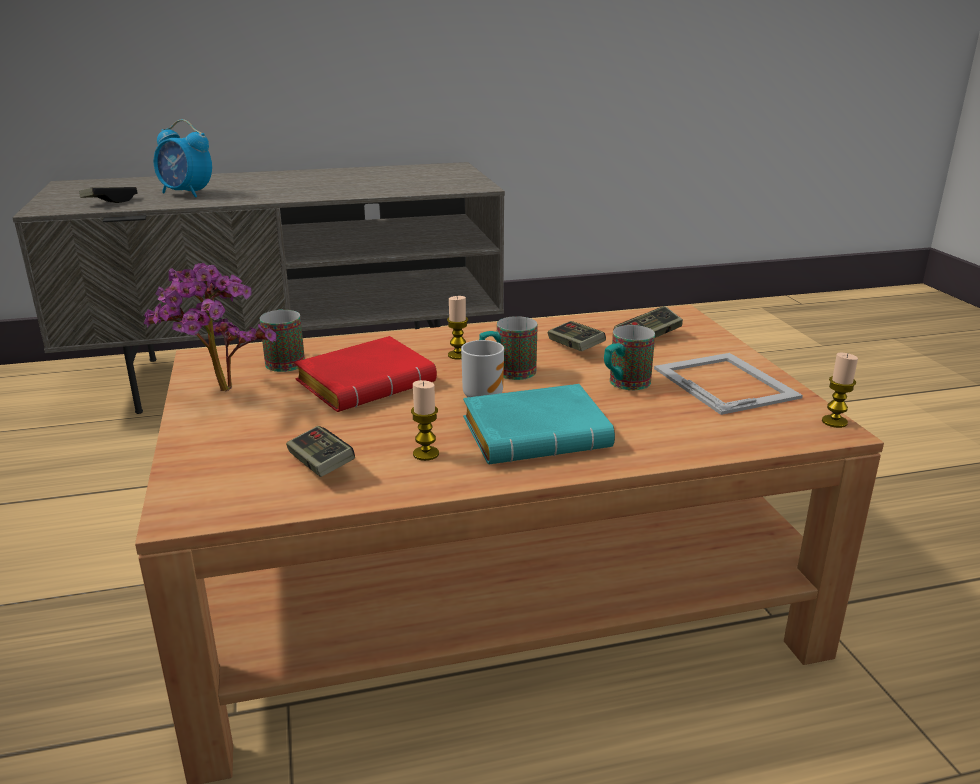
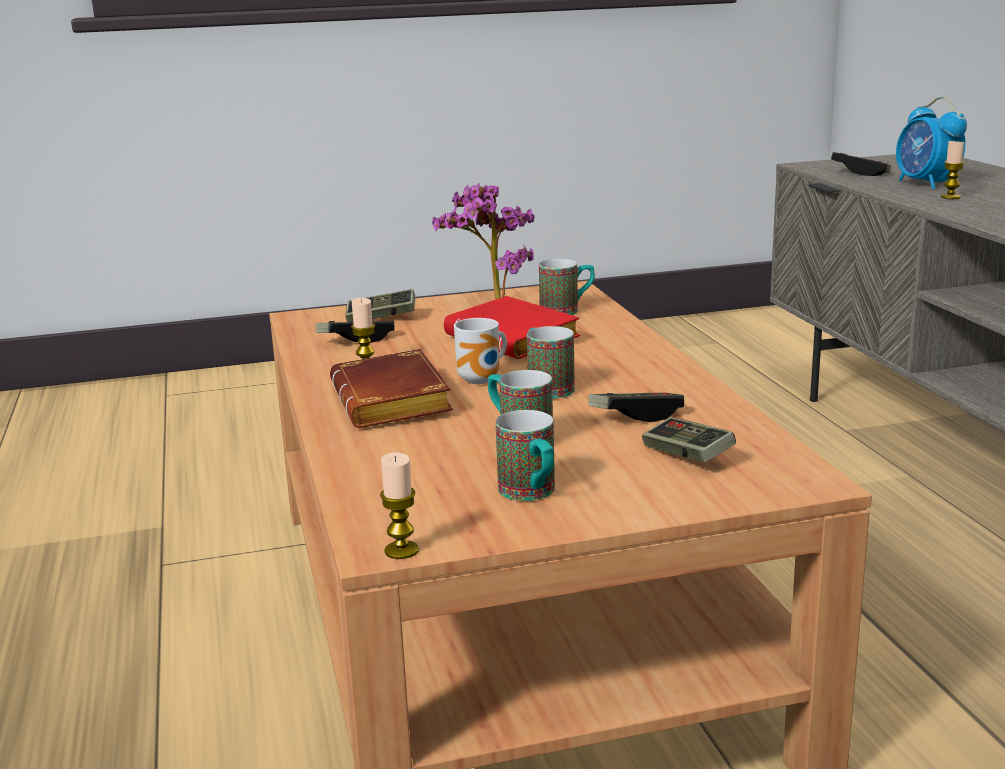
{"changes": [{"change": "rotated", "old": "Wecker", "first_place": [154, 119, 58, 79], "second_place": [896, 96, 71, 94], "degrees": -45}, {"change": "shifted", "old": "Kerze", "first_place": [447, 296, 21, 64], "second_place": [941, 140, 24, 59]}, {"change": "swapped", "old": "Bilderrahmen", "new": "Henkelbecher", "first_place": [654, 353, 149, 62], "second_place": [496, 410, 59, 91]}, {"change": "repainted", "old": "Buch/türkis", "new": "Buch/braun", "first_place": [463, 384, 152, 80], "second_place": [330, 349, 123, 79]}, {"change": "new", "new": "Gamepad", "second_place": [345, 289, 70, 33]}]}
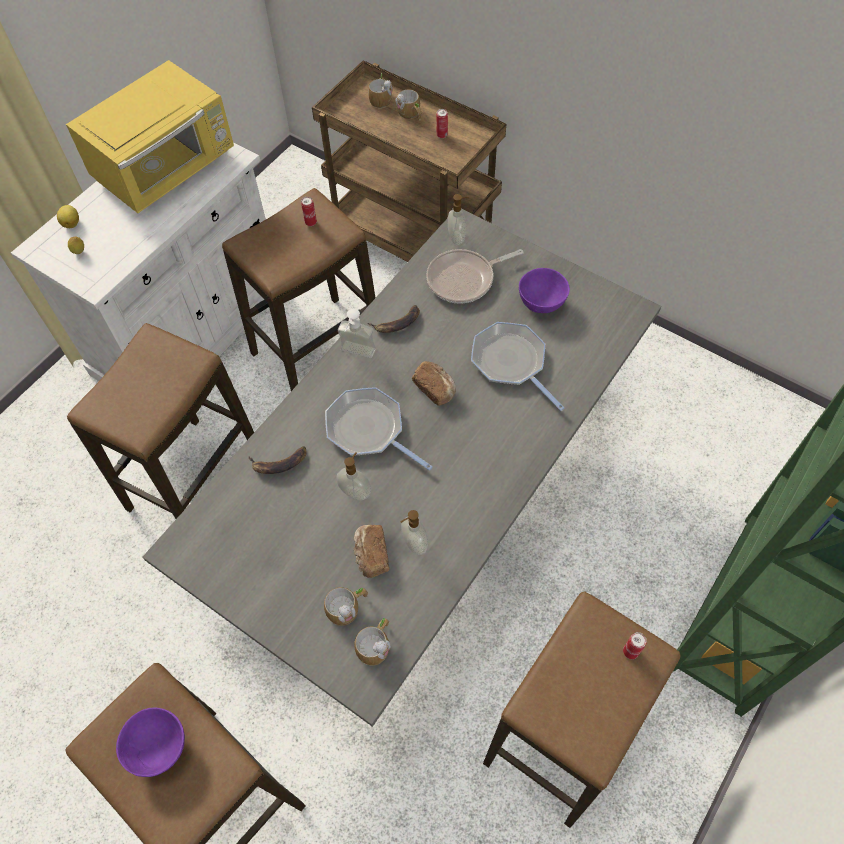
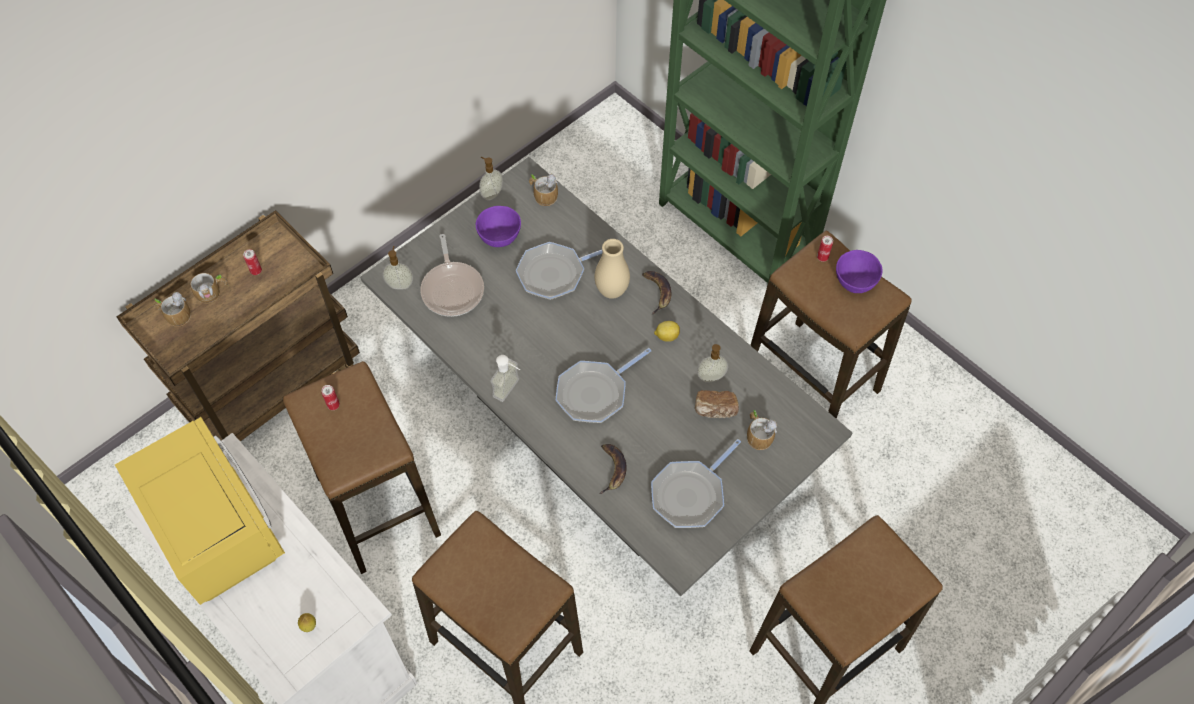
{"changes": [{"change": "shifted", "old": "Zitrone", "first_place": [57, 205, 22, 23], "second_place": [654, 321, 26, 21]}, {"change": "shifted", "old": "Banane", "first_place": [368, 305, 52, 28], "second_place": [642, 271, 30, 44]}, {"change": "gone", "old": "Brot", "first_place": [412, 361, 44, 45]}, {"change": "shifted", "old": "Seifenspender", "first_place": [337, 452, 34, 49], "second_place": [479, 157, 24, 44]}, {"change": "shifted", "old": "Henkelbecher", "first_place": [354, 618, 37, 48], "second_place": [529, 174, 29, 32]}, {"change": "shifted", "old": "Schüssel/lila", "first_place": [116, 707, 69, 70], "second_place": [836, 250, 47, 43]}, {"change": "new", "new": "Vase/beige", "second_place": [595, 239, 35, 60]}, {"change": "new", "new": "Pfanne", "second_place": [651, 439, 90, 89]}]}
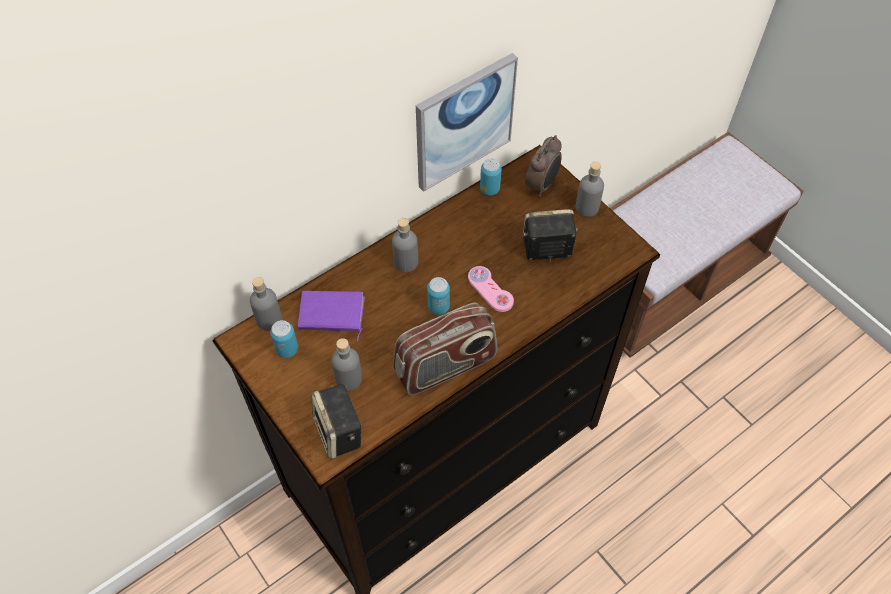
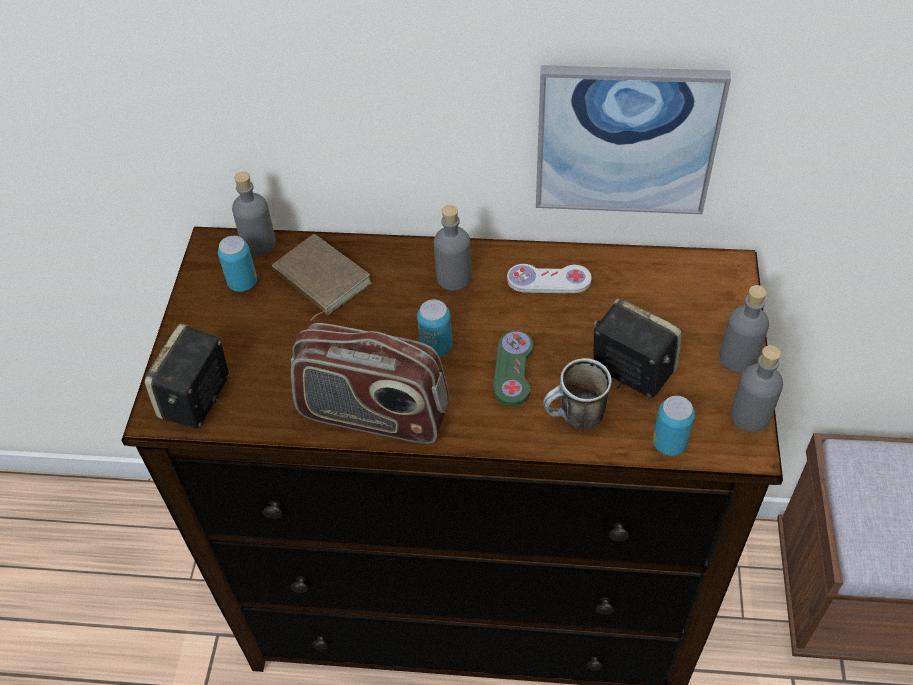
{"changes": [{"change": "gone", "old": "Wecker", "first_place": [525, 135, 37, 62]}, {"change": "shifted", "old": "Dose", "first_place": [480, 158, 22, 37], "second_place": [653, 396, 42, 60]}, {"change": "repainted", "old": "Gamepad/rosa", "new": "Gamepad/grün", "first_place": [468, 266, 46, 46], "second_place": [494, 331, 40, 75]}, {"change": "repainted", "old": "Buch/lila", "new": "Buch/braun", "first_place": [298, 291, 67, 50], "second_place": [272, 234, 100, 87]}, {"change": "shifted", "old": "Flasche/grau", "first_place": [331, 338, 31, 53], "second_place": [731, 345, 52, 87]}, {"change": "new", "new": "Gamepad/weiß", "second_place": [507, 264, 85, 29]}, {"change": "new", "new": "Henkelbecher", "second_place": [543, 358, 69, 71]}]}
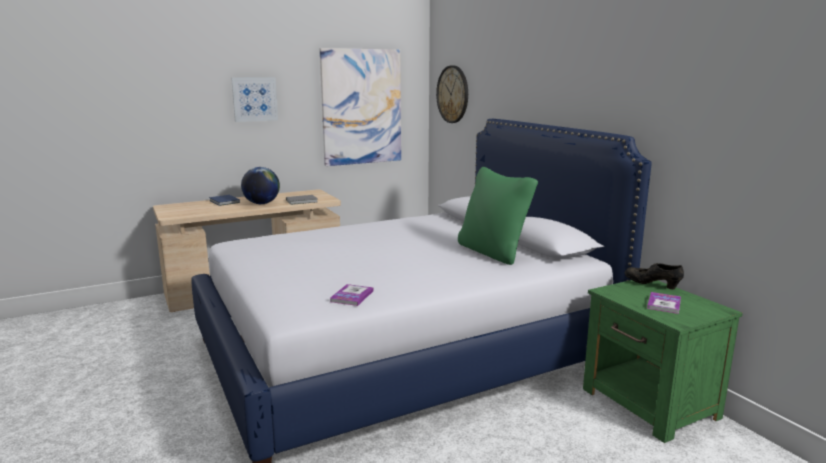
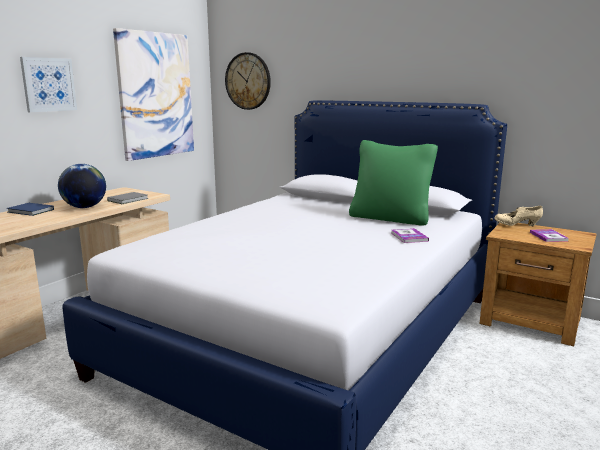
{"changes": [{"change": "repainted", "old": "Schuh/schwarz", "new": "Schuh/beige", "first_place": [625, 263, 59, 27], "second_place": [494, 206, 49, 20]}, {"change": "repainted", "old": "Nachttisch/grün", "new": "Nachttisch/braun", "first_place": [583, 280, 160, 163], "second_place": [479, 223, 118, 123]}, {"change": "shifted", "old": "Buch", "first_place": [330, 284, 43, 22], "second_place": [391, 228, 38, 15]}]}
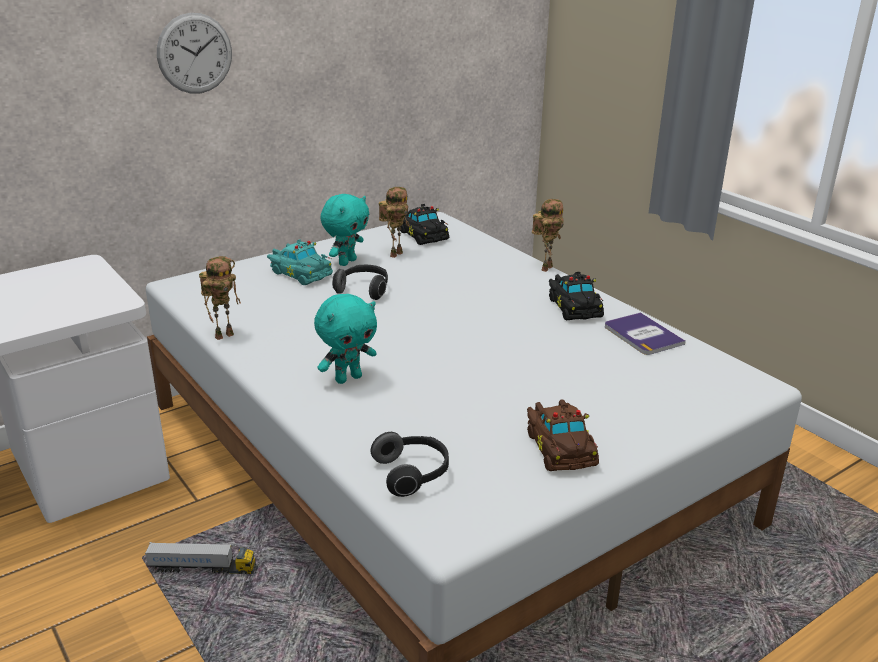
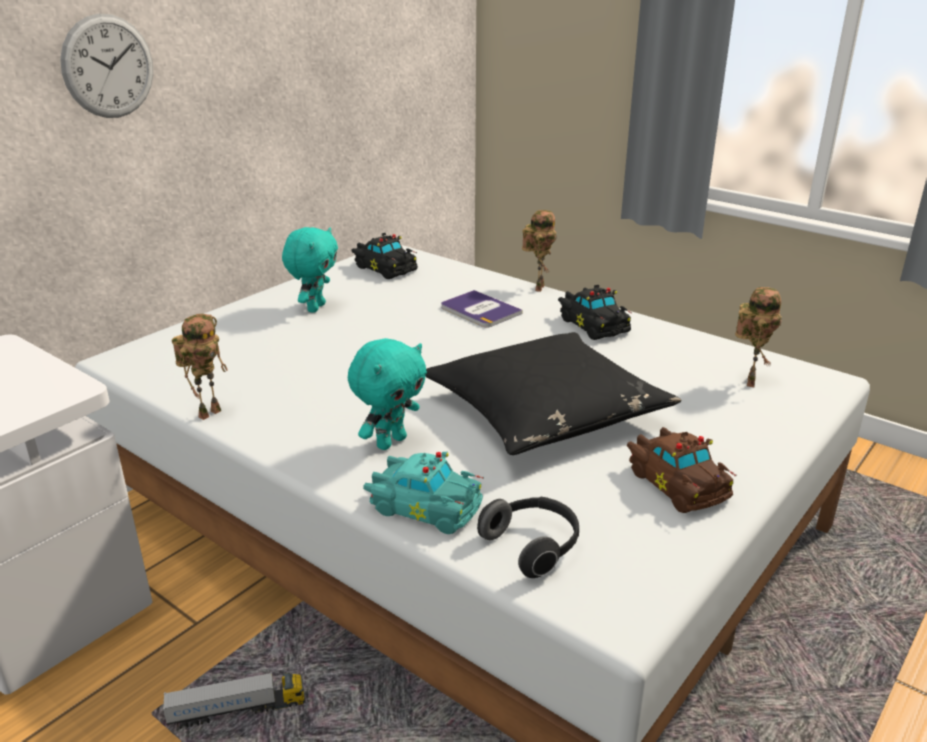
{"changes": [{"change": "shifted", "old": "Spielzeugroboter", "first_place": [379, 187, 30, 71], "second_place": [735, 287, 47, 100]}, {"change": "shifted", "old": "Spielzeugauto/türkis", "first_place": [267, 239, 66, 46], "second_place": [363, 452, 121, 82]}, {"change": "gone", "old": "Kopfhörer", "first_place": [332, 265, 56, 35]}, {"change": "shifted", "old": "Buch", "first_place": [605, 312, 81, 43], "second_place": [441, 290, 82, 38]}, {"change": "new", "new": "Kissen/schwarz", "second_place": [425, 332, 256, 123]}]}
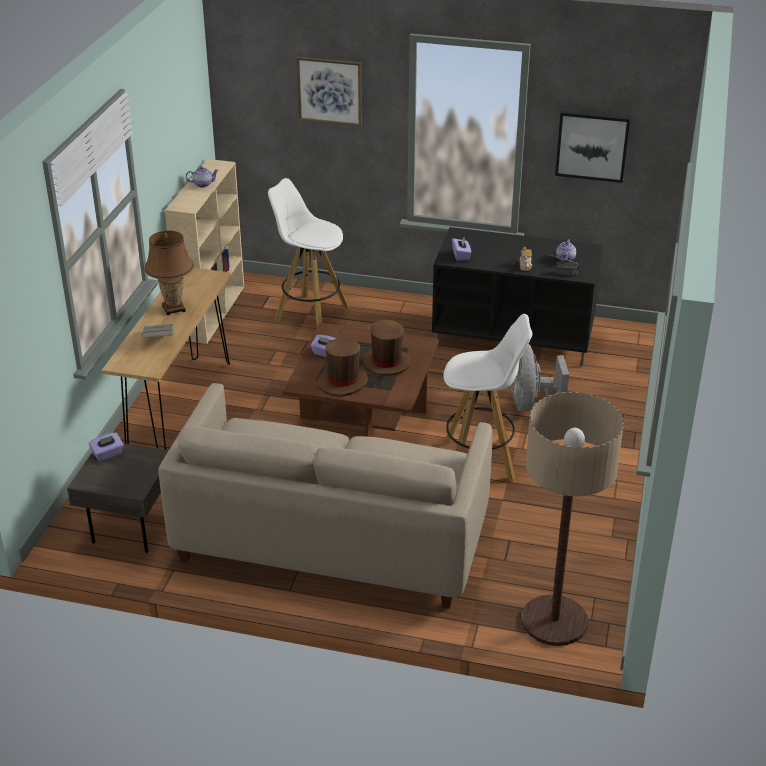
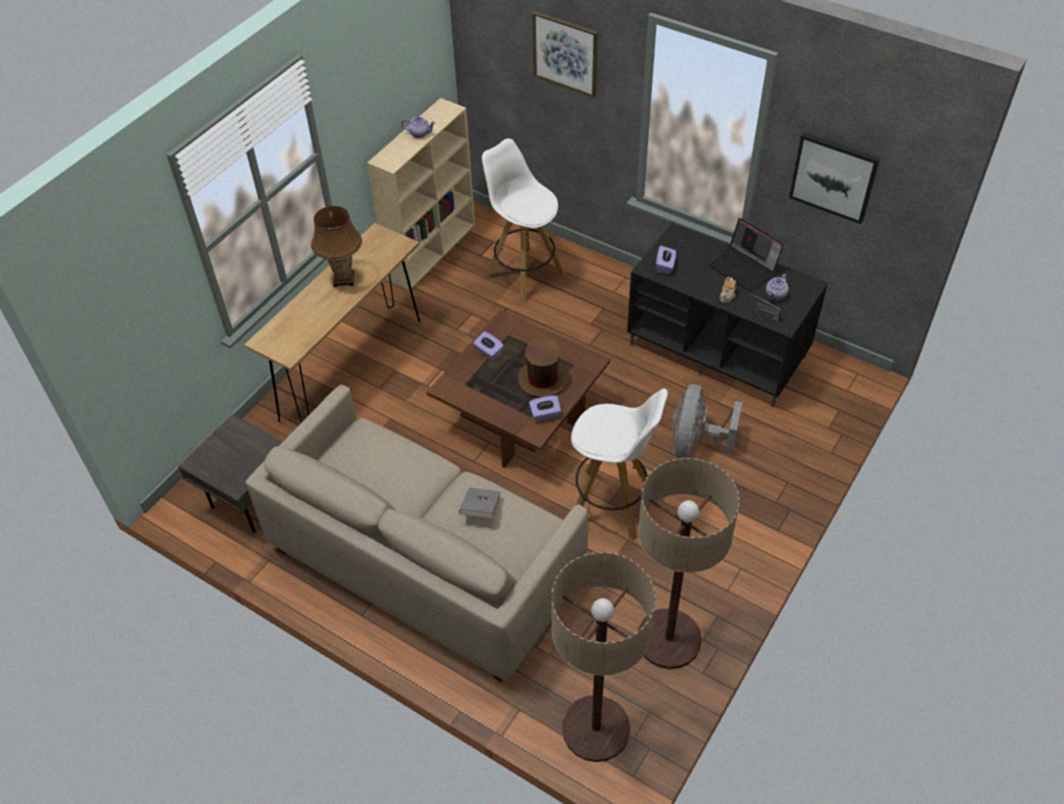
{"changes": [{"change": "shifted", "old": "Buch/grau", "first_place": [142, 324, 32, 14], "second_place": [459, 487, 42, 32]}, {"change": "gone", "old": "Hut/braun", "first_place": [318, 338, 50, 59]}, {"change": "shifted", "old": "Taschentuchbox/lila", "first_place": [89, 433, 35, 28], "second_place": [529, 395, 32, 27]}, {"change": "new", "new": "Laptop", "second_place": [708, 218, 76, 74]}, {"change": "new", "new": "Stehlampe", "second_place": [637, 458, 103, 211]}]}
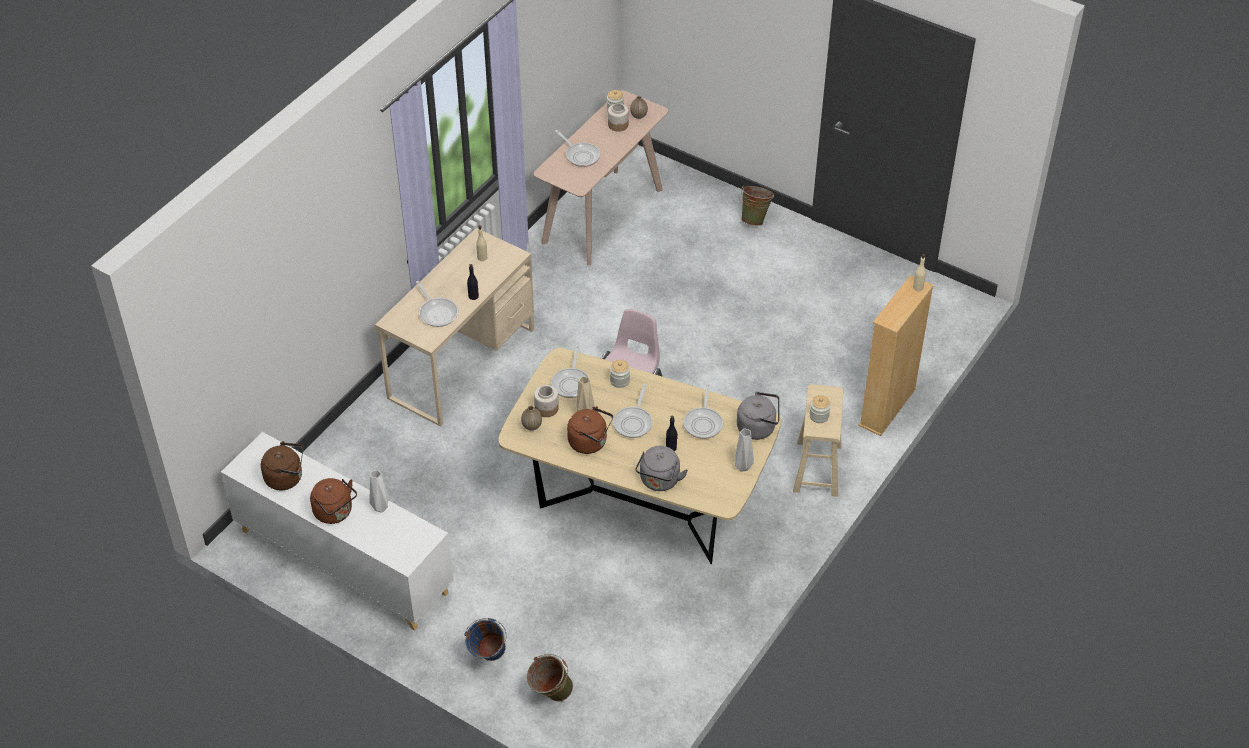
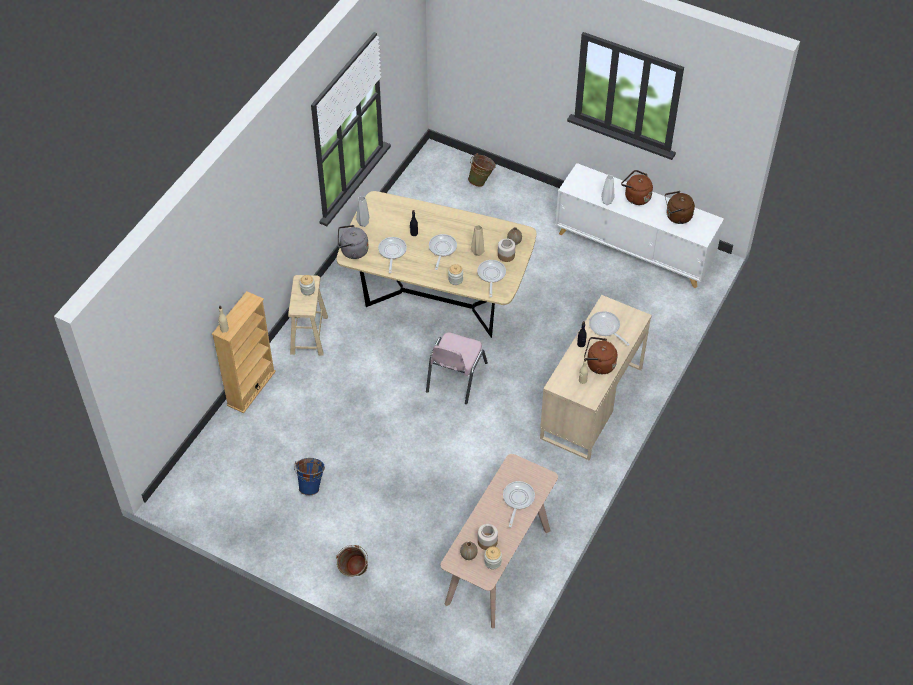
{"changes": [{"change": "rotated", "old": "Pfanne", "first_place": [555, 130, 45, 37], "second_place": [503, 481, 32, 47], "degrees": 60}, {"change": "shifted", "old": "Wasserkessel/braun", "first_place": [567, 406, 46, 48], "second_place": [584, 337, 34, 37]}, {"change": "gone", "old": "Wasserkessel/grau", "first_place": [636, 446, 52, 45]}, {"change": "shifted", "old": "Eimer/blau", "first_place": [464, 618, 42, 43], "second_place": [294, 458, 31, 37]}]}
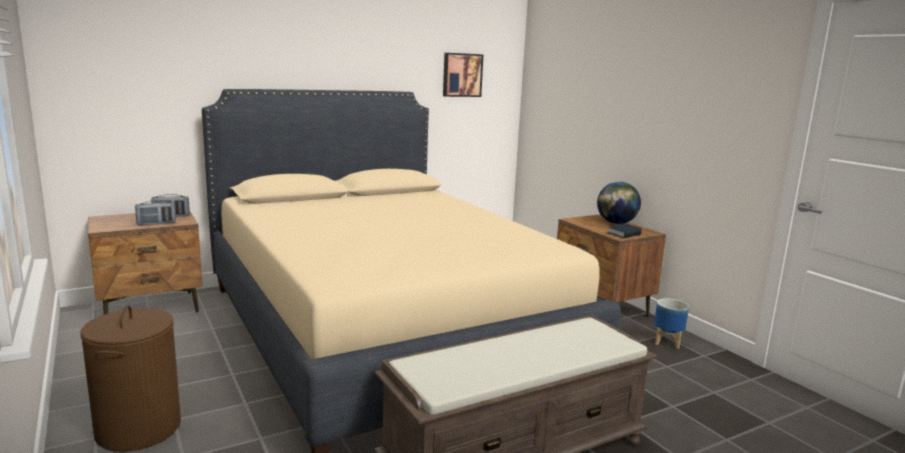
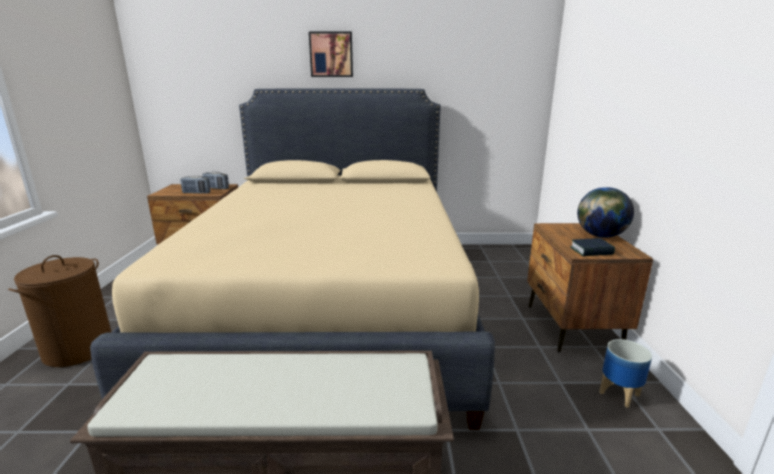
{"changes": [{"change": "shifted", "old": "Bild", "first_place": [443, 53, 40, 44], "second_place": [309, 31, 44, 46]}]}
